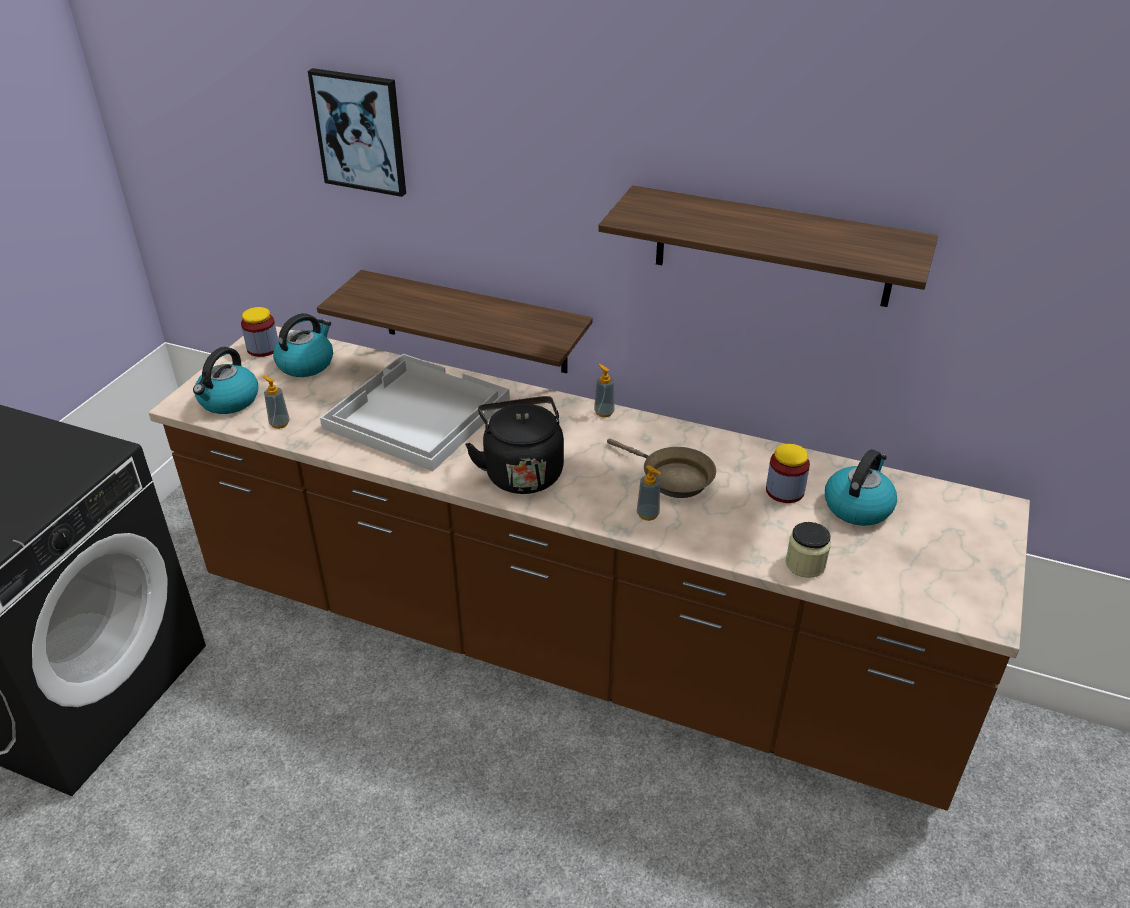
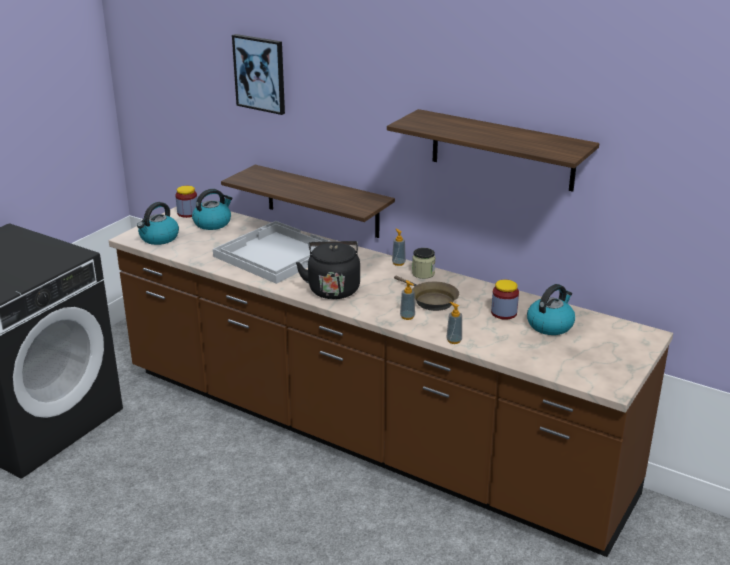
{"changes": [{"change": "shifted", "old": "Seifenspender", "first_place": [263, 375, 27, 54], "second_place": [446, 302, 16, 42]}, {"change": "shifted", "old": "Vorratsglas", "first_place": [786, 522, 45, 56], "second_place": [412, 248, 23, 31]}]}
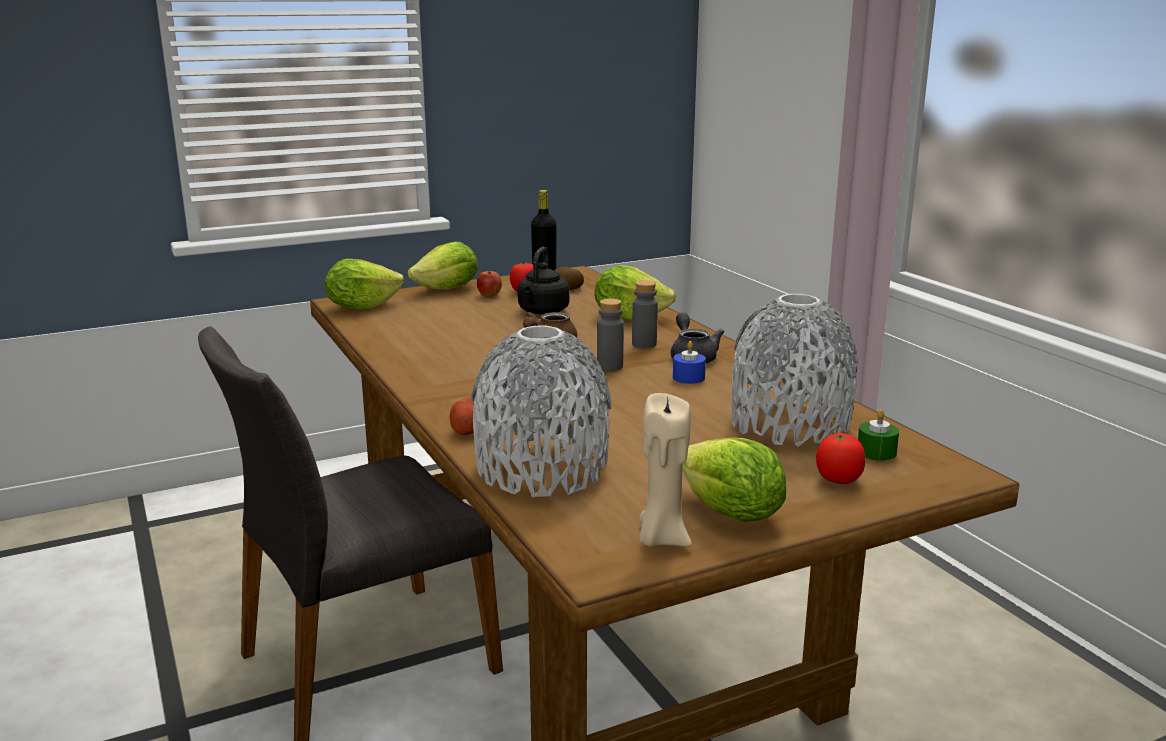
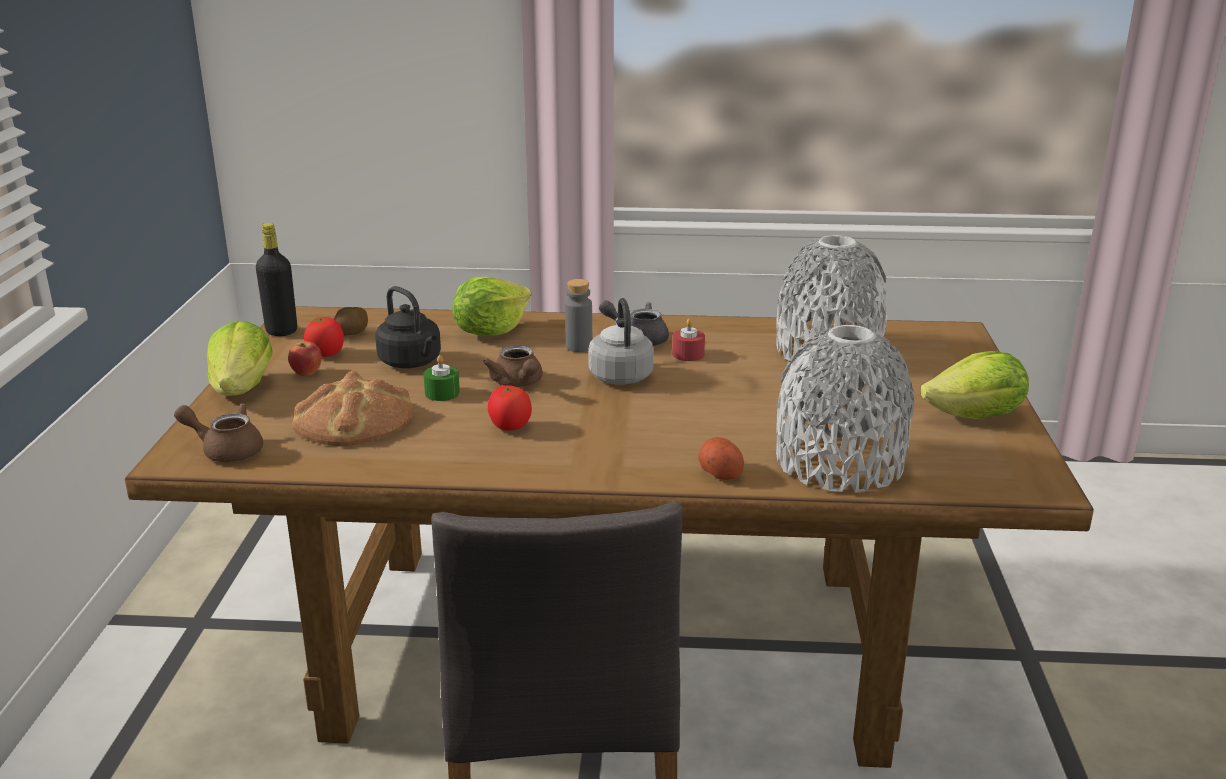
{"changes": [{"change": "swapped", "old": "Salatkopf", "new": "Teekanne/braun", "first_place": [325, 259, 79, 51], "second_place": [174, 403, 89, 59]}, {"change": "swapped", "old": "Flasche/grau", "new": "Wasserkessel/grau", "first_place": [597, 299, 27, 72], "second_place": [588, 298, 66, 87]}, {"change": "repainted", "old": "Kerze/blau", "new": "Kerze/rot", "first_place": [673, 341, 33, 43], "second_place": [672, 318, 33, 43]}, {"change": "gone", "old": "Kerze/beige", "first_place": [640, 393, 52, 154]}, {"change": "shifted", "old": "Kerze/grün", "first_place": [858, 409, 41, 52], "second_place": [423, 355, 37, 46]}, {"change": "shifted", "old": "Tomate", "first_place": [816, 432, 50, 52], "second_place": [488, 386, 44, 45]}, {"change": "new", "new": "Brot", "second_place": [292, 371, 122, 76]}]}
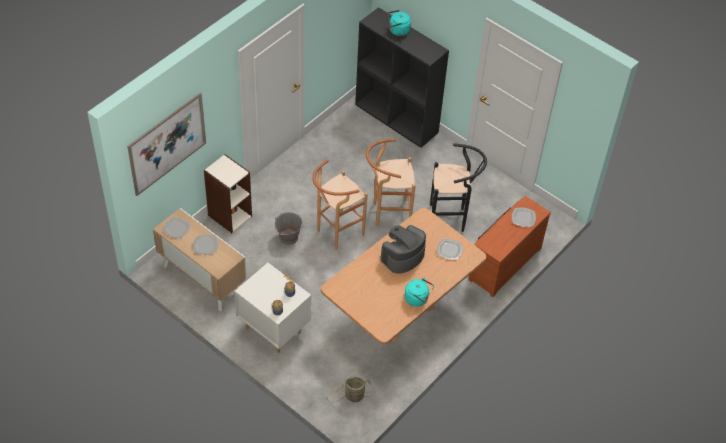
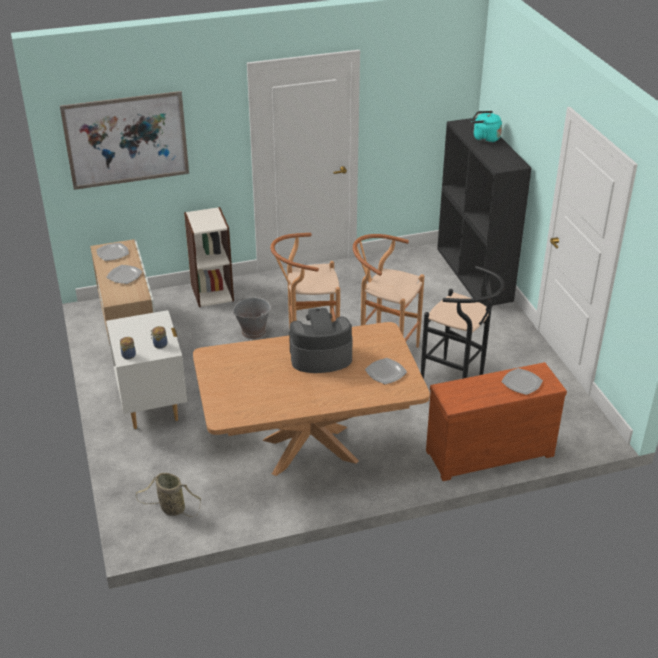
{"changes": [{"change": "gone", "old": "Wasserkessel/türkis", "first_place": [405, 278, 29, 29]}]}
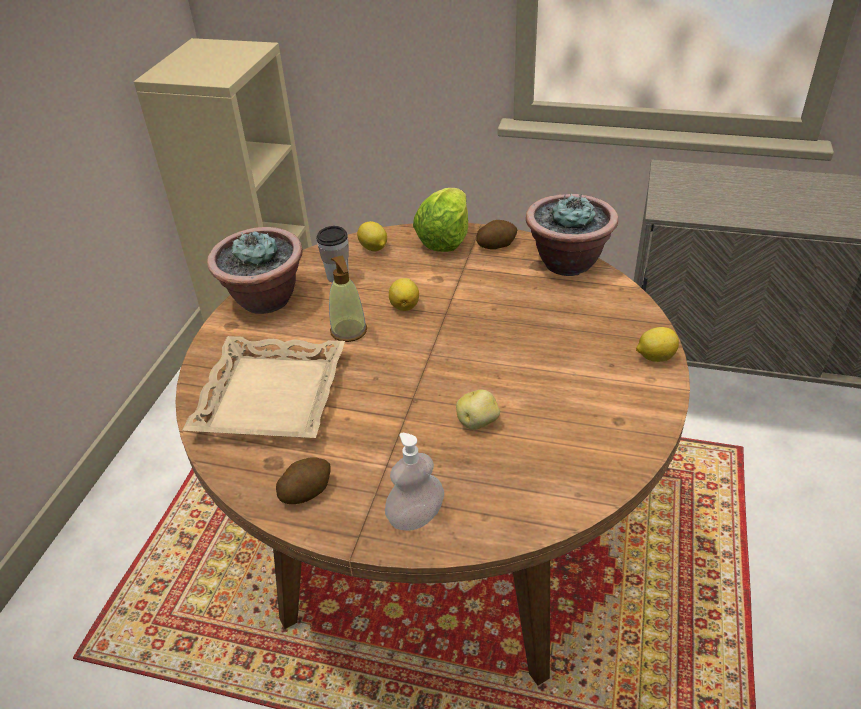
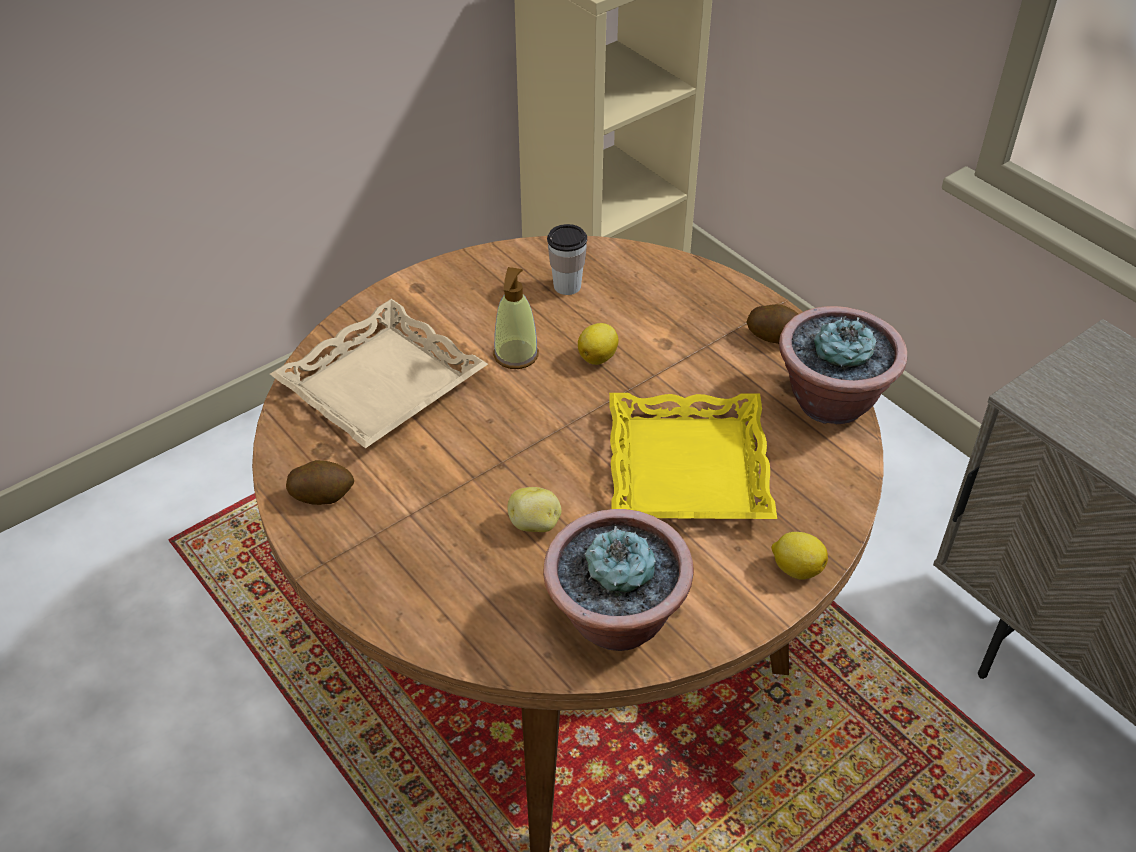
{"changes": [{"change": "gone", "old": "Salatkopf", "first_place": [413, 188, 55, 64]}, {"change": "gone", "old": "Zitrone", "first_place": [357, 221, 30, 30]}, {"change": "shifted", "old": "Topfpflanze", "first_place": [207, 227, 96, 87], "second_place": [543, 509, 151, 142]}, {"change": "gone", "old": "Seifenspender", "first_place": [385, 433, 59, 98]}, {"change": "new", "new": "Tablett/gelb", "second_place": [609, 393, 168, 126]}]}
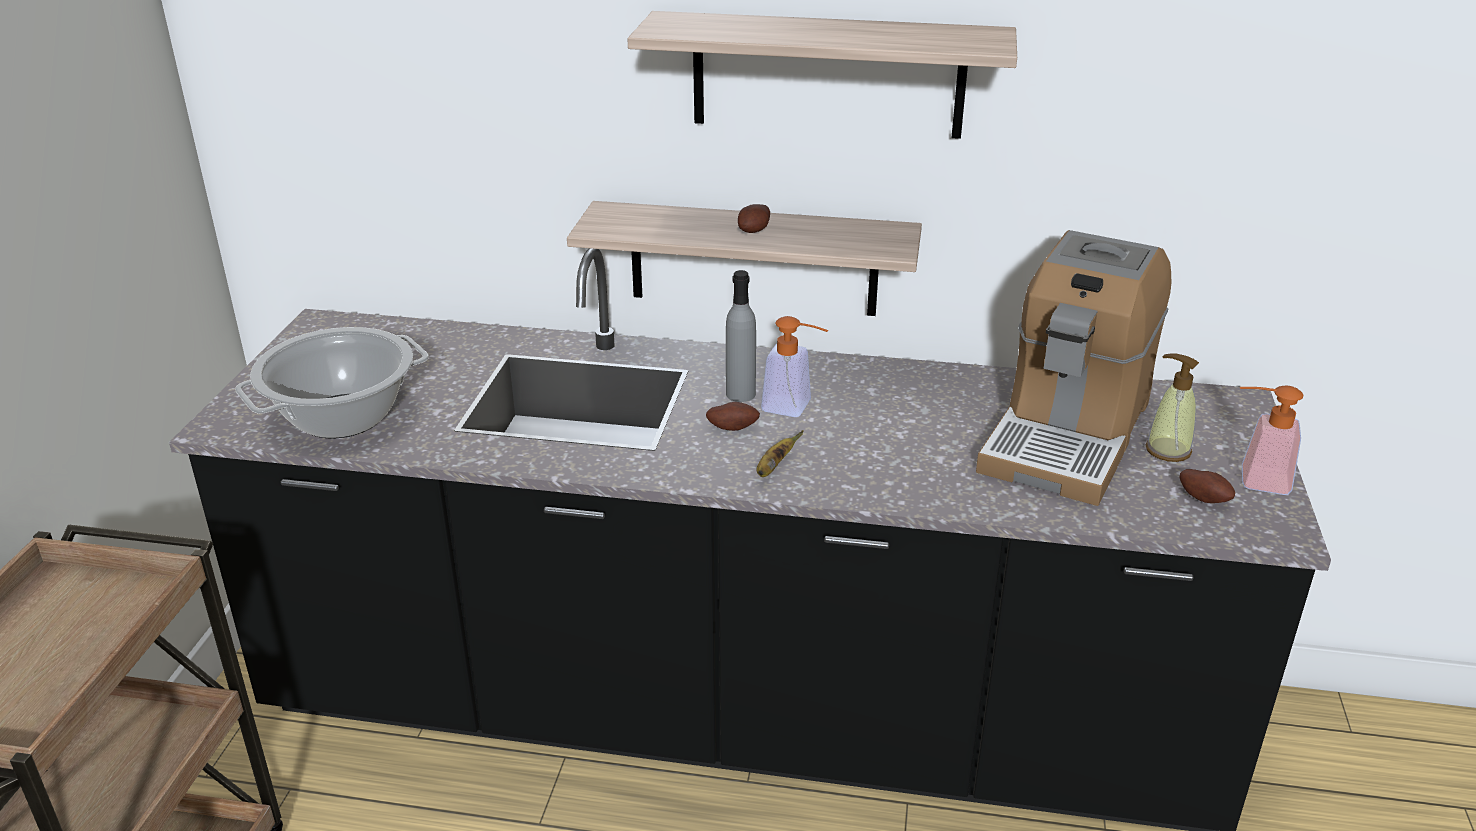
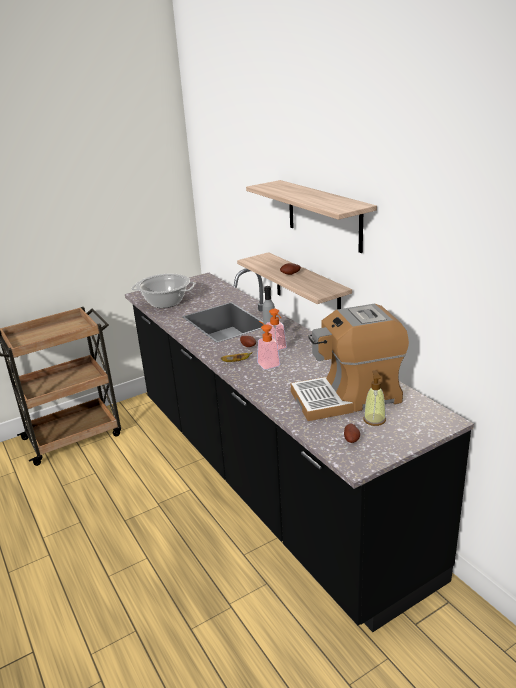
{"changes": [{"change": "shifted", "old": "Seifenspender", "first_place": [1240, 386, 64, 109], "second_place": [257, 321, 23, 49]}]}
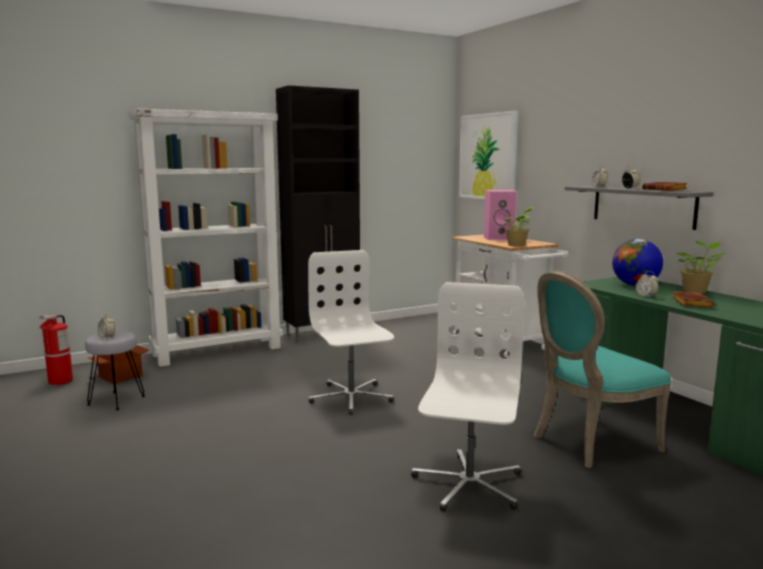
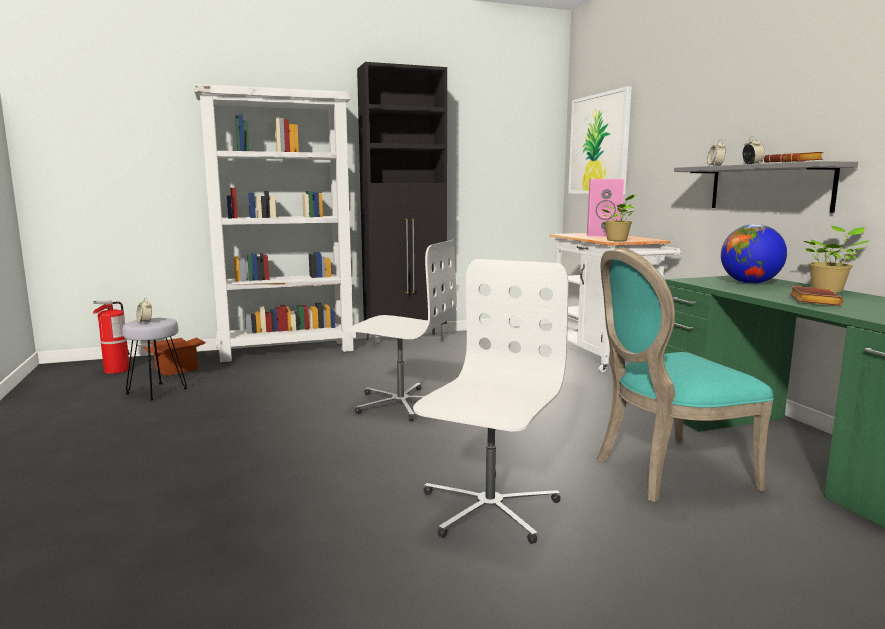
{"changes": [{"change": "rotated", "old": "Bürostuhl/weiß", "first_place": [308, 250, 86, 165], "second_place": [342, 240, 115, 181], "degrees": 120}, {"change": "gone", "old": "Wecker", "first_place": [636, 271, 22, 27]}]}
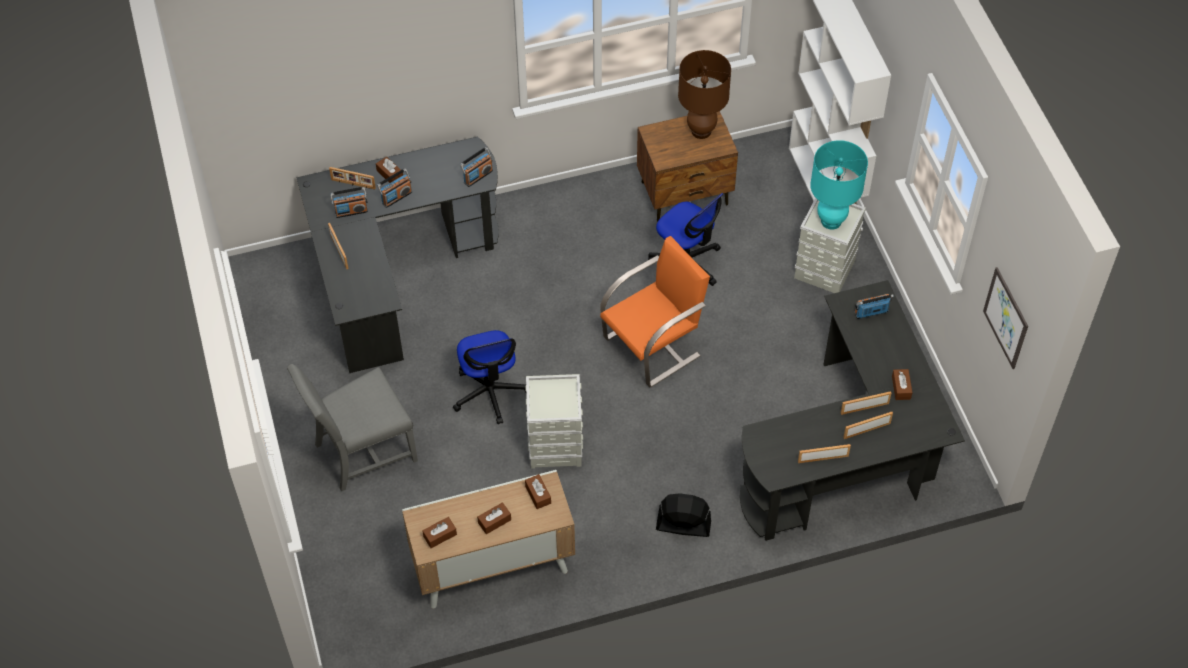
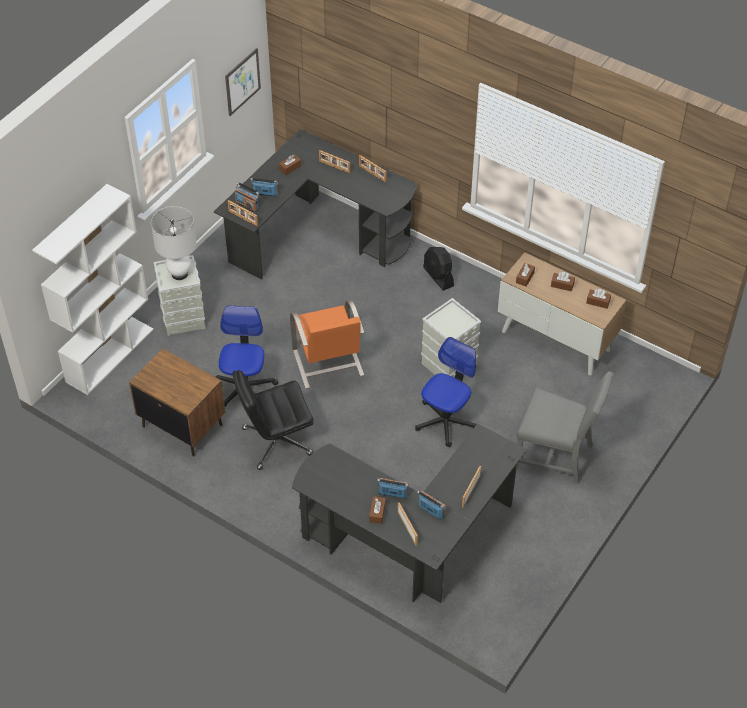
{"changes": [{"change": "gone", "old": "Tischlampe/braun", "first_place": [678, 50, 53, 89]}, {"change": "repainted", "old": "Tischlampe/türkis", "new": "Tischlampe/weiß", "first_place": [810, 140, 58, 90], "second_place": [151, 206, 46, 74]}, {"change": "shifted", "old": "Radio", "first_place": [460, 147, 33, 40], "second_place": [250, 178, 28, 19]}, {"change": "rotated", "old": "Stuhl/orange", "first_place": [600, 236, 110, 151], "second_place": [290, 300, 75, 89], "degrees": -120}, {"change": "shifted", "old": "Bilderrahmen", "first_place": [841, 391, 50, 24], "second_place": [228, 200, 30, 26]}, {"change": "new", "new": "Bürostuhl/schwarz", "second_place": [232, 370, 82, 100]}]}
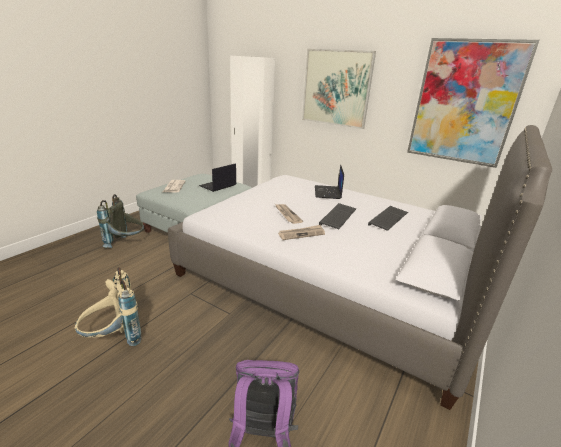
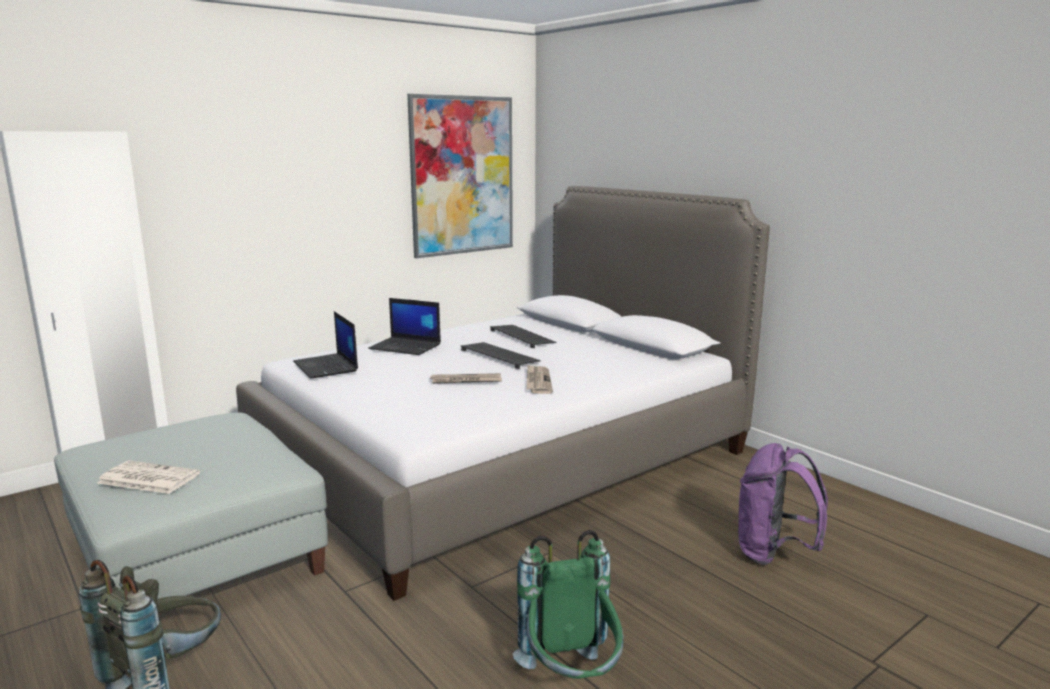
{"changes": [{"change": "gone", "old": "Bild", "first_place": [302, 49, 74, 80]}, {"change": "shifted", "old": "Laptop", "first_place": [199, 163, 37, 29], "second_place": [293, 311, 65, 67]}, {"change": "repainted", "old": "Rucksack/beige", "new": "Rucksack/grün", "first_place": [75, 267, 66, 79], "second_place": [513, 530, 110, 149]}]}
